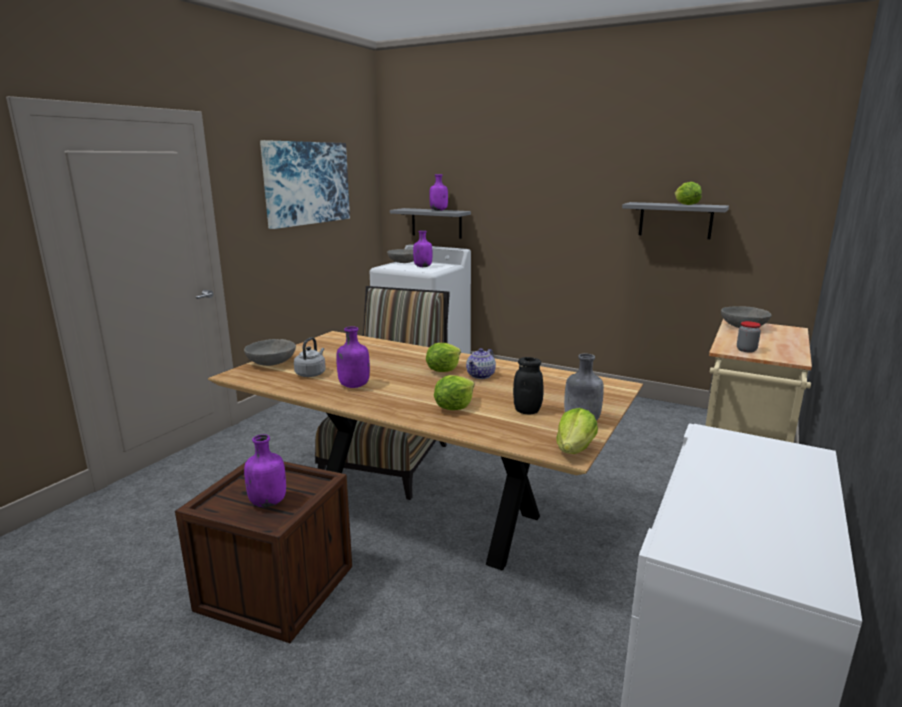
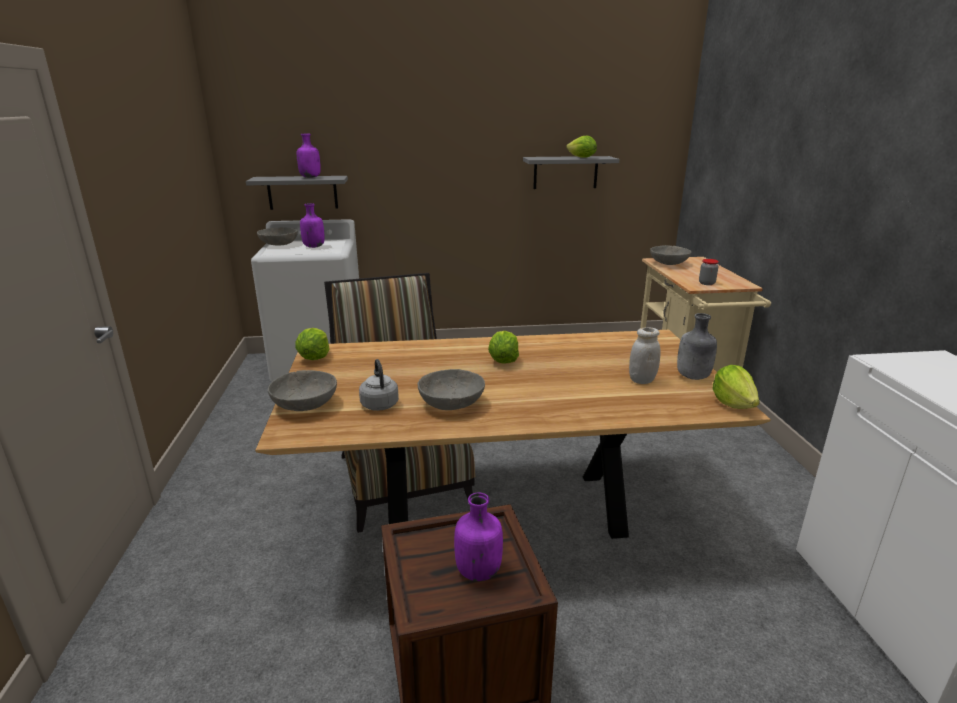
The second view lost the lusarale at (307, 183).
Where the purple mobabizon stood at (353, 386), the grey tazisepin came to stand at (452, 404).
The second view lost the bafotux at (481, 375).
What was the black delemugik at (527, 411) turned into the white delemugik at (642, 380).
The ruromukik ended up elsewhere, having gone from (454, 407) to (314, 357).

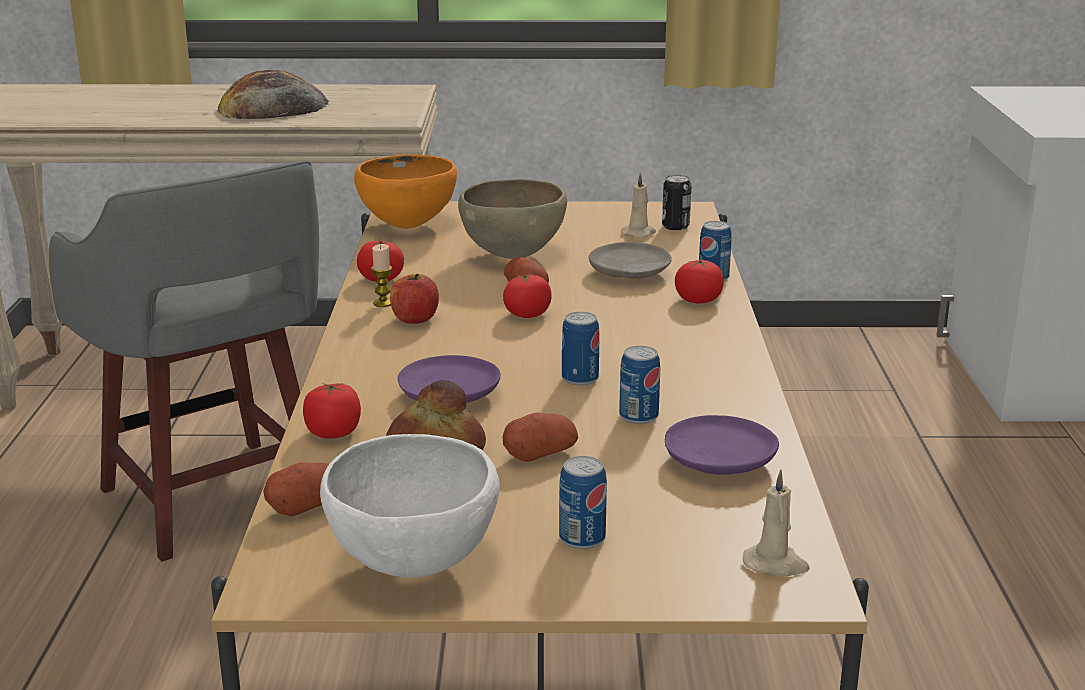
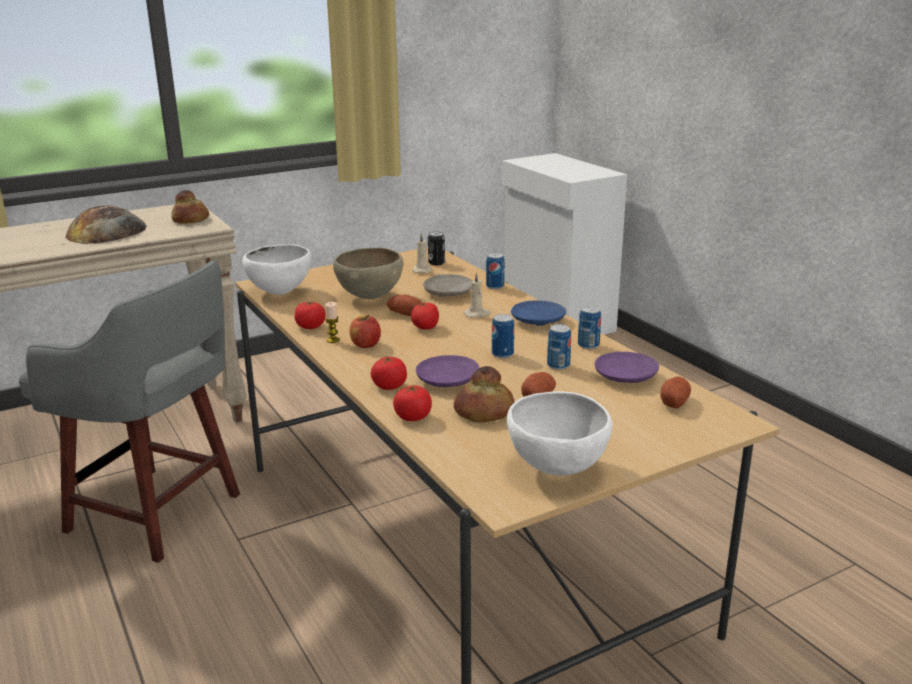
What was the orange tazisepin at (408, 226) turned into the white tazisepin at (280, 292).
The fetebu ended up elsewhere, having gone from (698, 300) to (389, 386).
The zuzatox ended up elsewhere, having gone from (582, 539) to (588, 345).
The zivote ended up elsewhere, having gone from (307, 506) to (674, 402).
The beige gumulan ended up elsewhere, having gone from (776, 564) to (477, 314).
The second view gained the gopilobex at (191, 219).
The second view gained the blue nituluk at (537, 321).

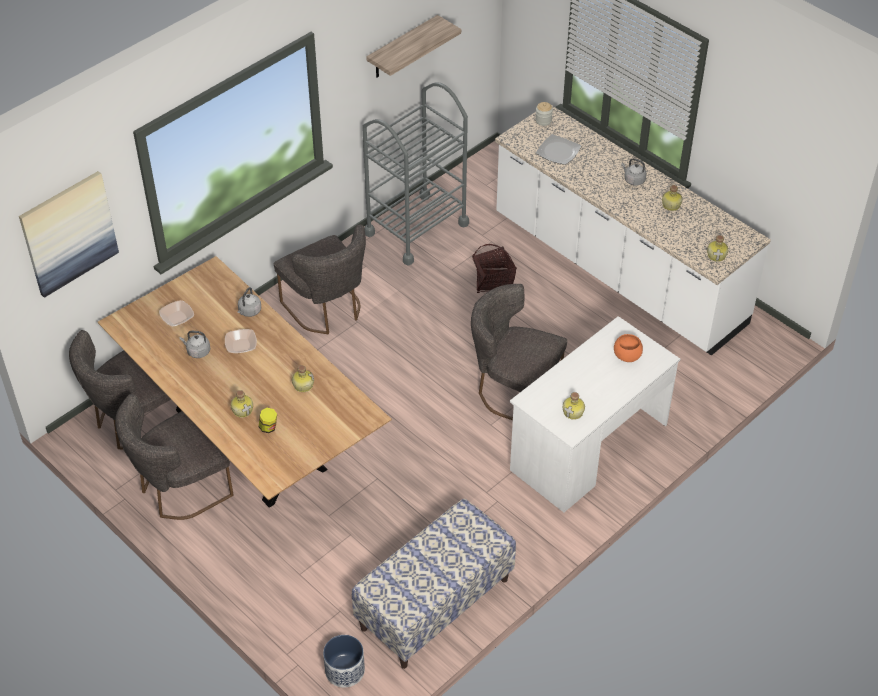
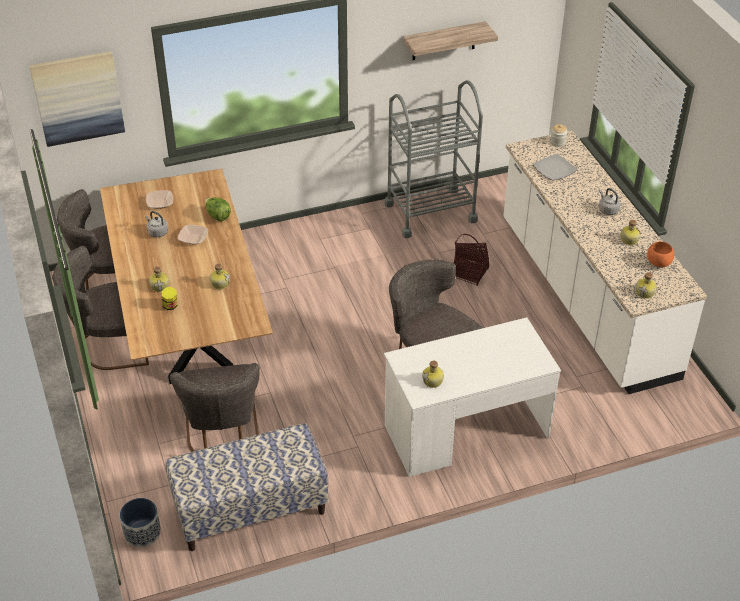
The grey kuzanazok ended up elsewhere, having gone from (327, 310) to (223, 437).
Where the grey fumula stood at (249, 311), the ruromukik came to stand at (218, 216).
The orange tazisepin ended up elsewhere, having gone from (627, 356) to (659, 263).

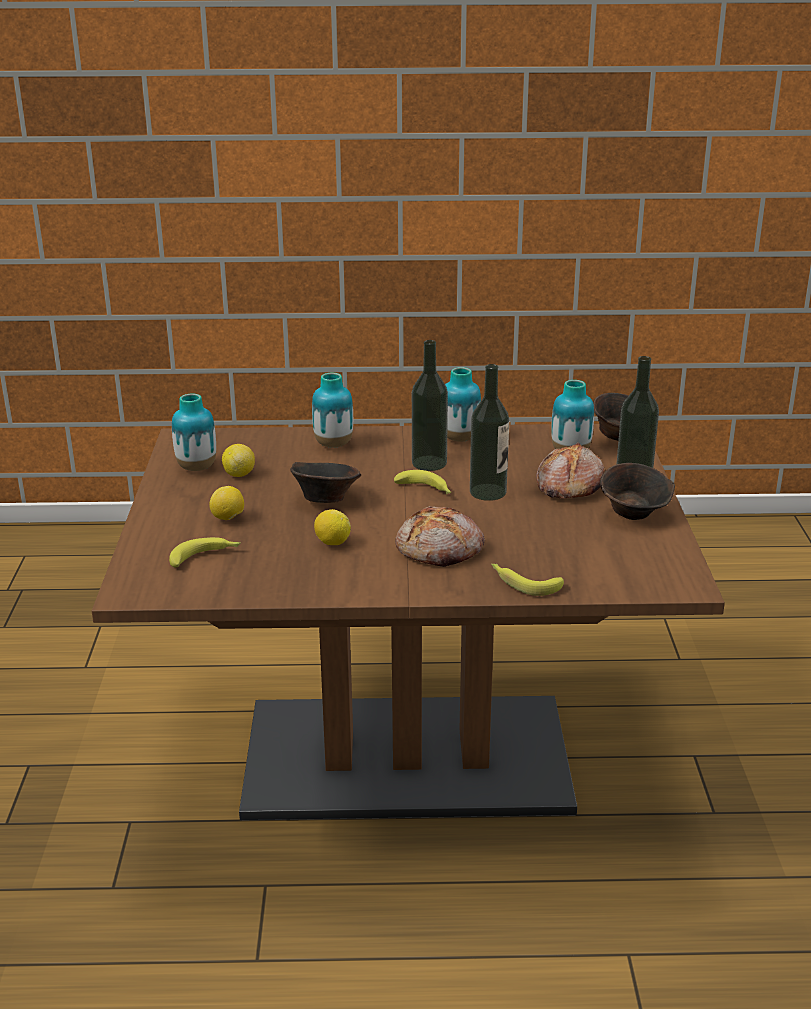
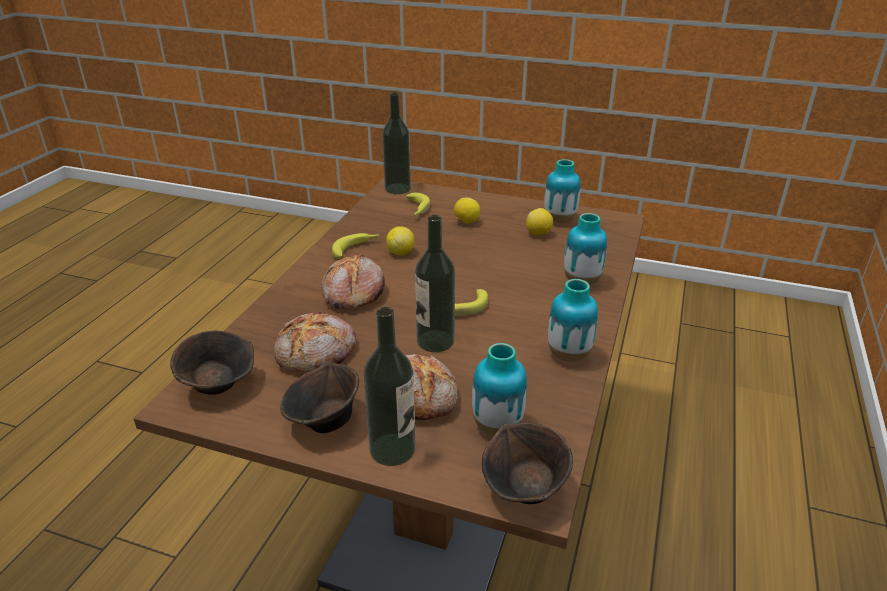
The mobabizon ended up elsewhere, having gone from (429, 463) to (397, 188).
The brown tazisepin ended up elsewhere, having gone from (325, 499) to (219, 385).
The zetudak ended up elsewhere, having gone from (524, 583) to (356, 249).
The second view gained the gopilobex at (317, 353).

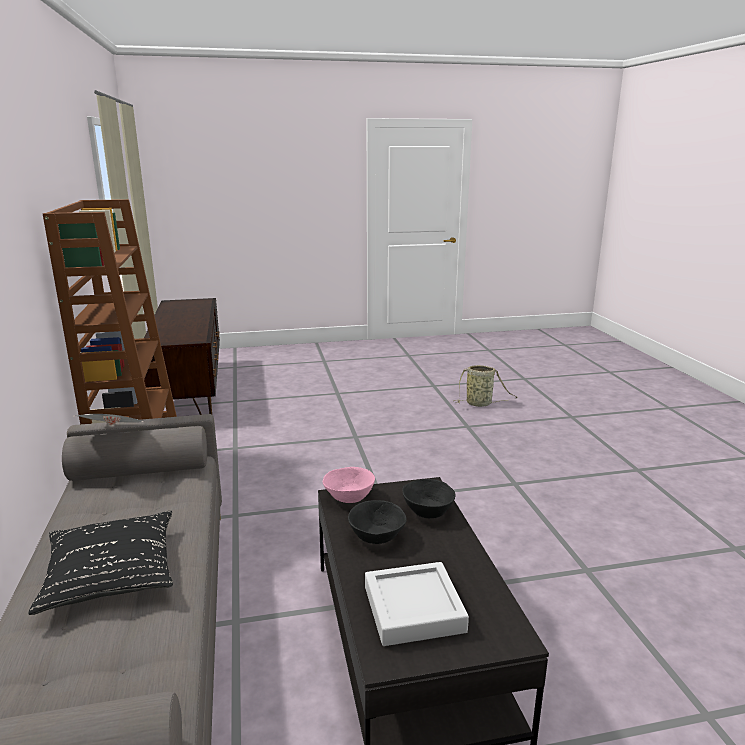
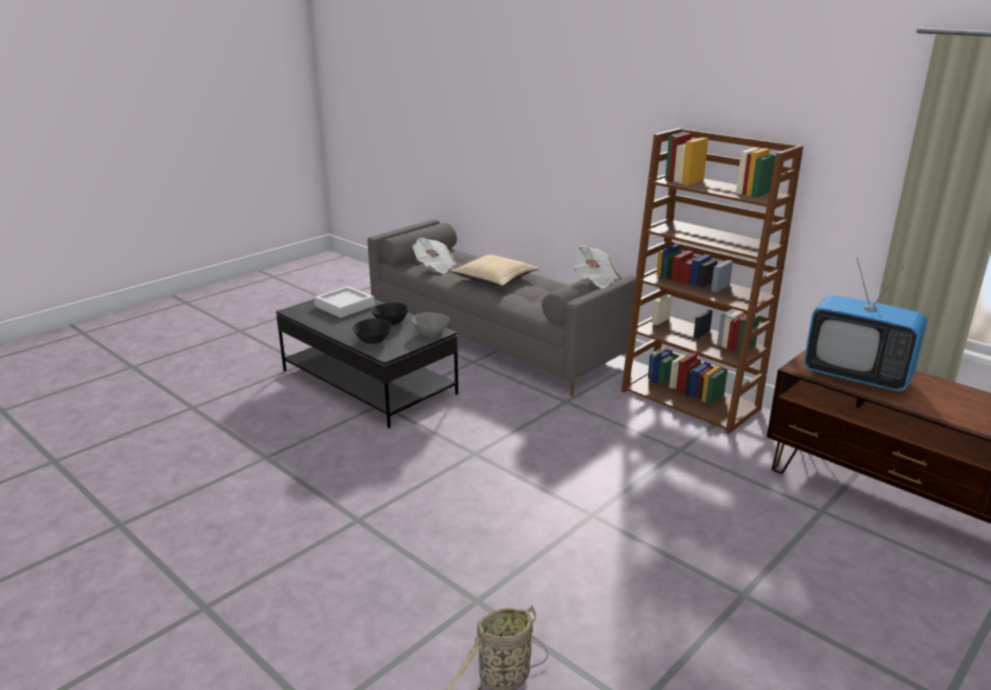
What was the pink tazisepin at (349, 497) turned into the grey tazisepin at (431, 334).
What was the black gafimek at (110, 573) turned into the beige gafimek at (494, 279).
The second view gained the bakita at (434, 266).
The second view gained the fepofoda at (856, 375).

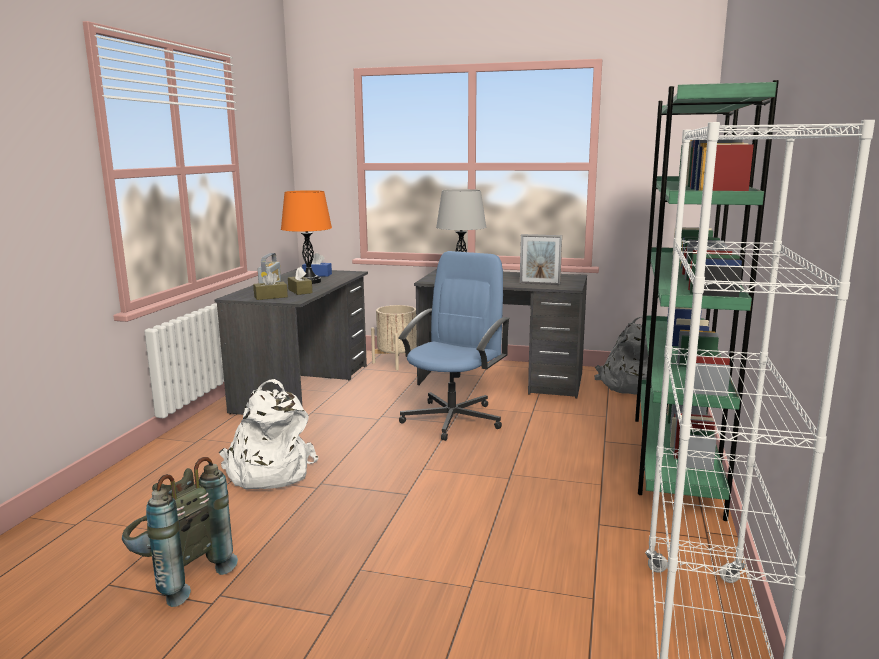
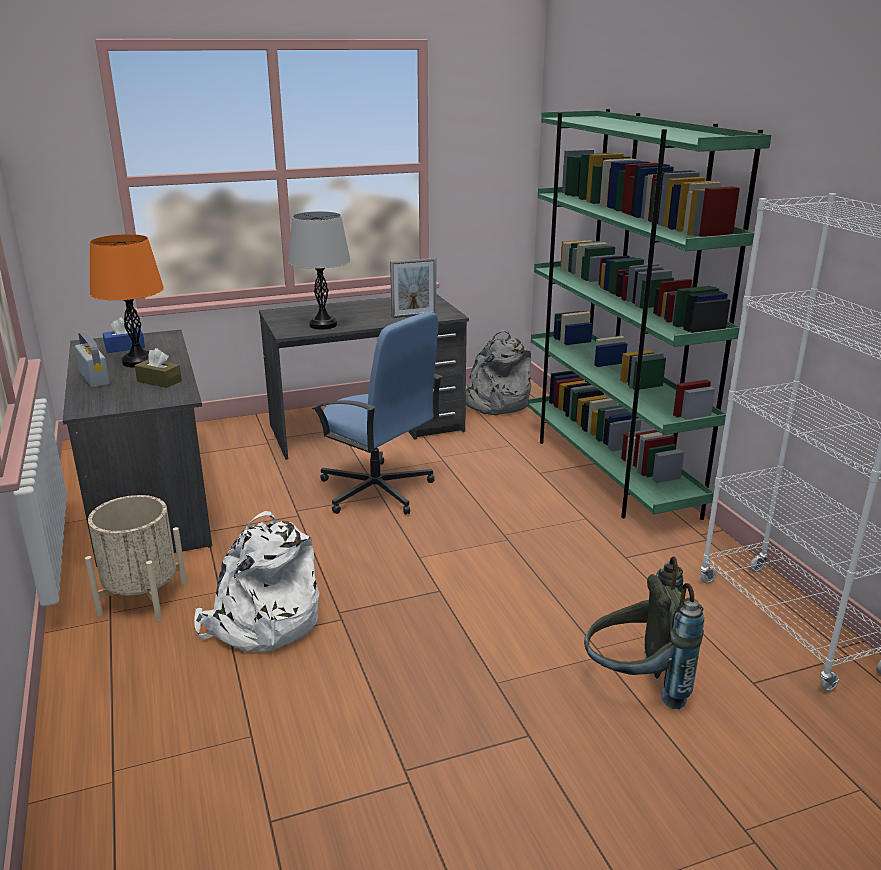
The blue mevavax at (453, 419) ended up facing another way, 135 degrees clockwise from before.
The second view lost the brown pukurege at (271, 297).
The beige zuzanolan ended up elsewhere, having gone from (397, 362) to (143, 598).
The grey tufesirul ended up elsewhere, having gone from (178, 577) to (635, 685).

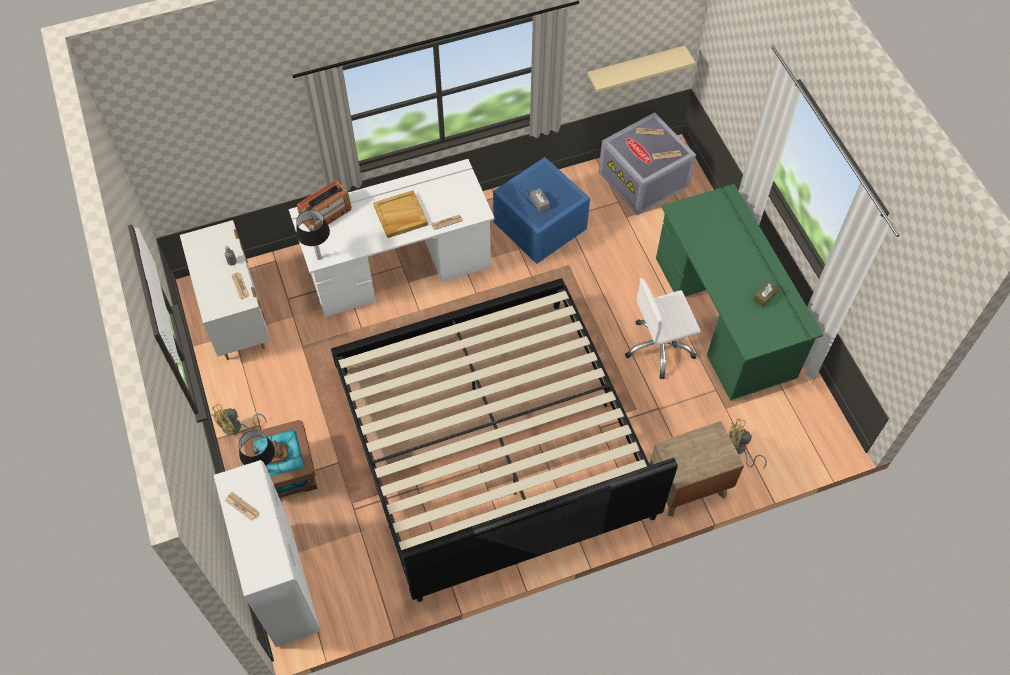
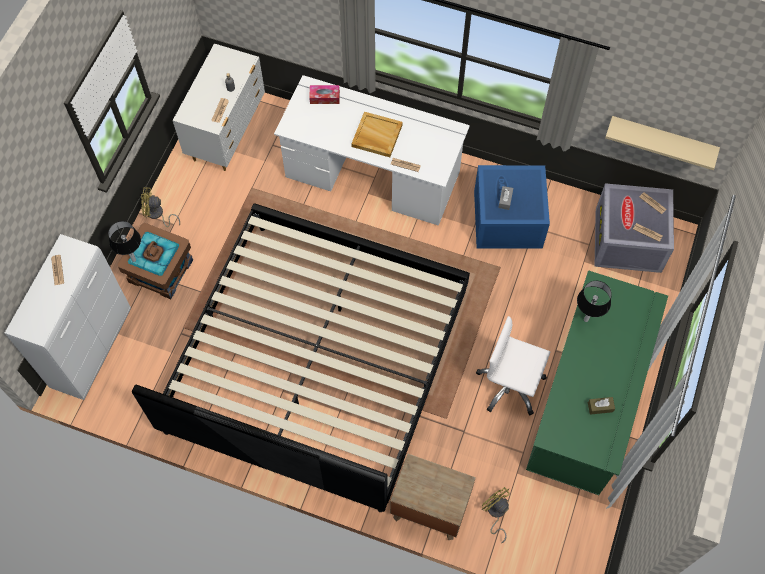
Where the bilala stood at (326, 214), the pukurege came to stand at (324, 97).
The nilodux ended up elsewhere, having gone from (319, 258) to (586, 320).

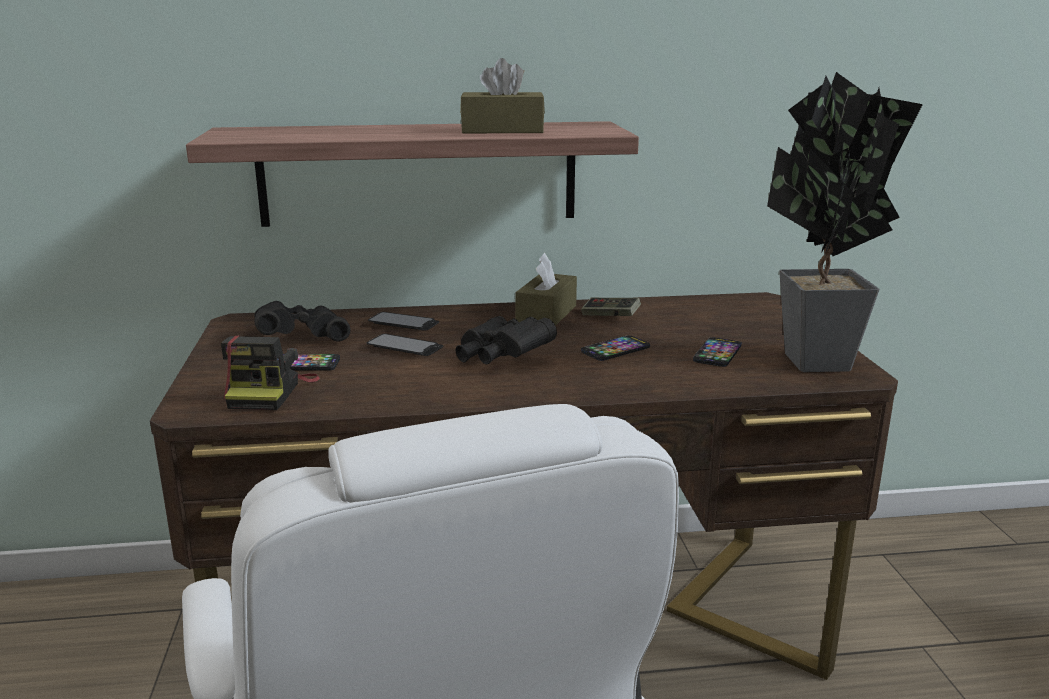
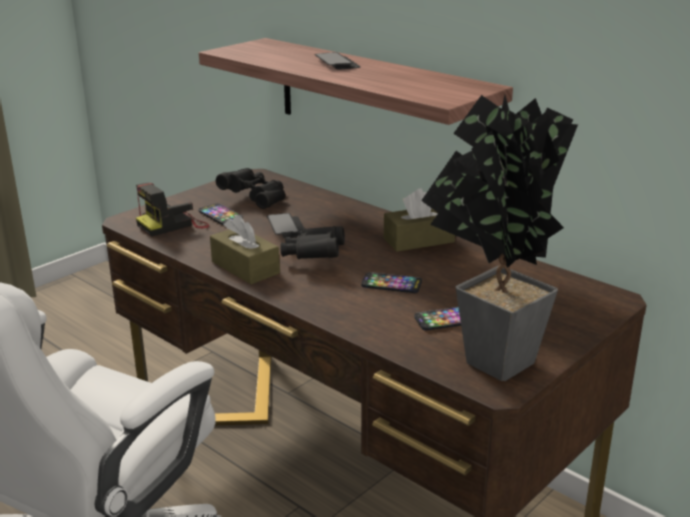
The brown pukurege ended up elsewhere, having gone from (502, 130) to (245, 267).
The second view lost the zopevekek at (610, 316).
The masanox ended up elsewhere, having gone from (403, 324) to (337, 63).

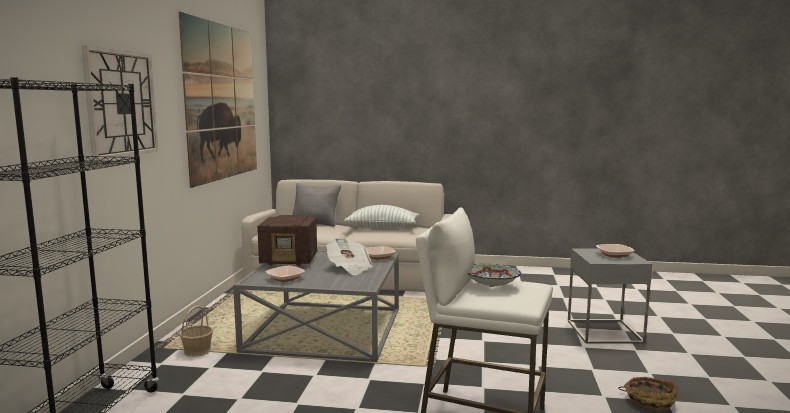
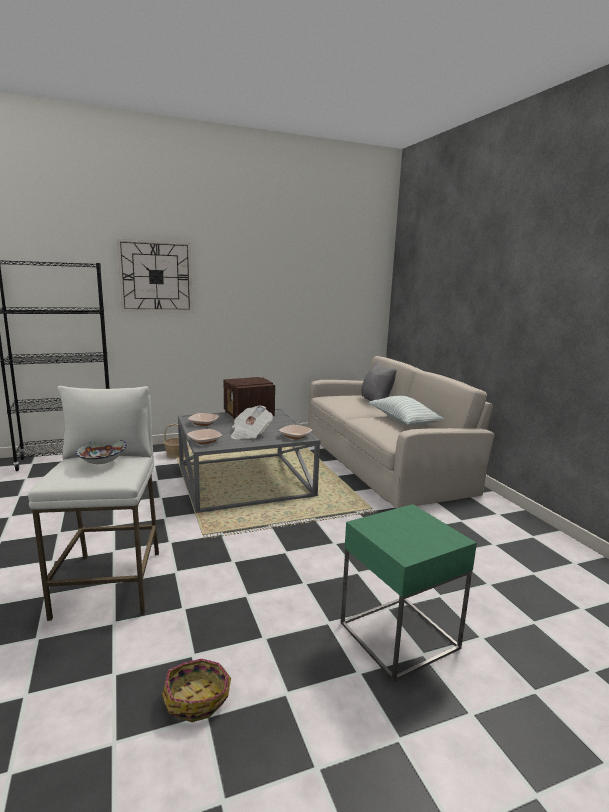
The second view lost the lusarale at (222, 102).
The tazisepin ended up elsewhere, having gone from (614, 255) to (204, 441).
What was the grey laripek at (604, 331) turned into the green laripek at (399, 635).

